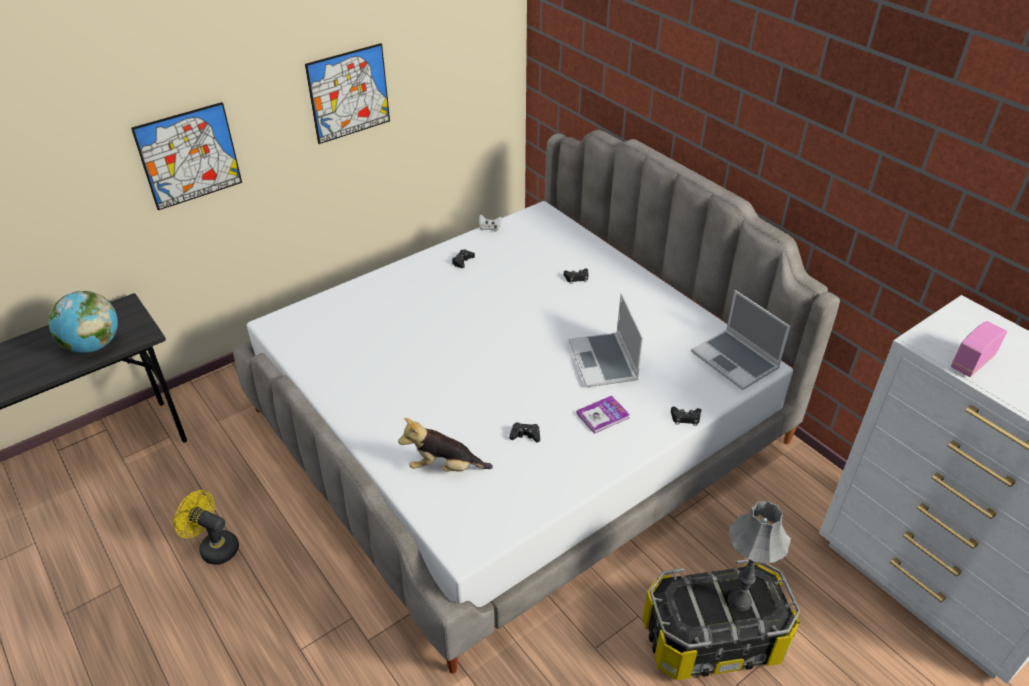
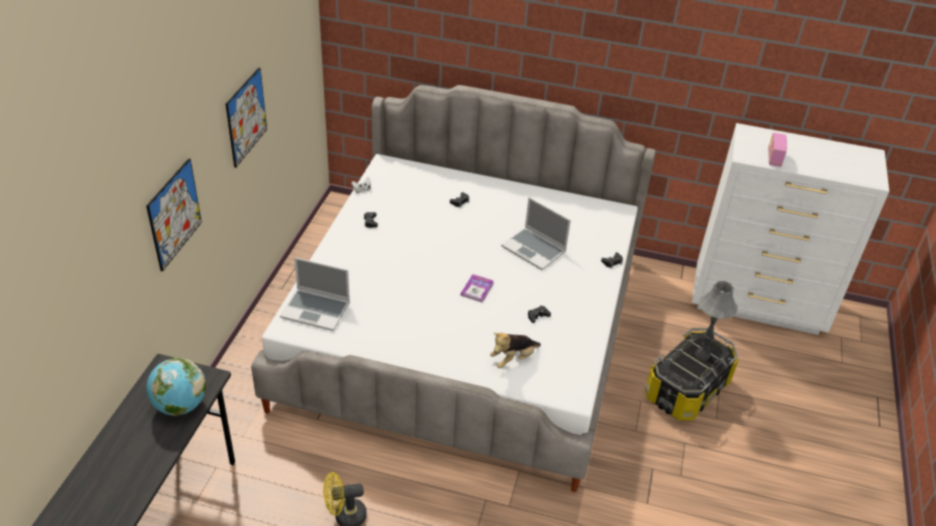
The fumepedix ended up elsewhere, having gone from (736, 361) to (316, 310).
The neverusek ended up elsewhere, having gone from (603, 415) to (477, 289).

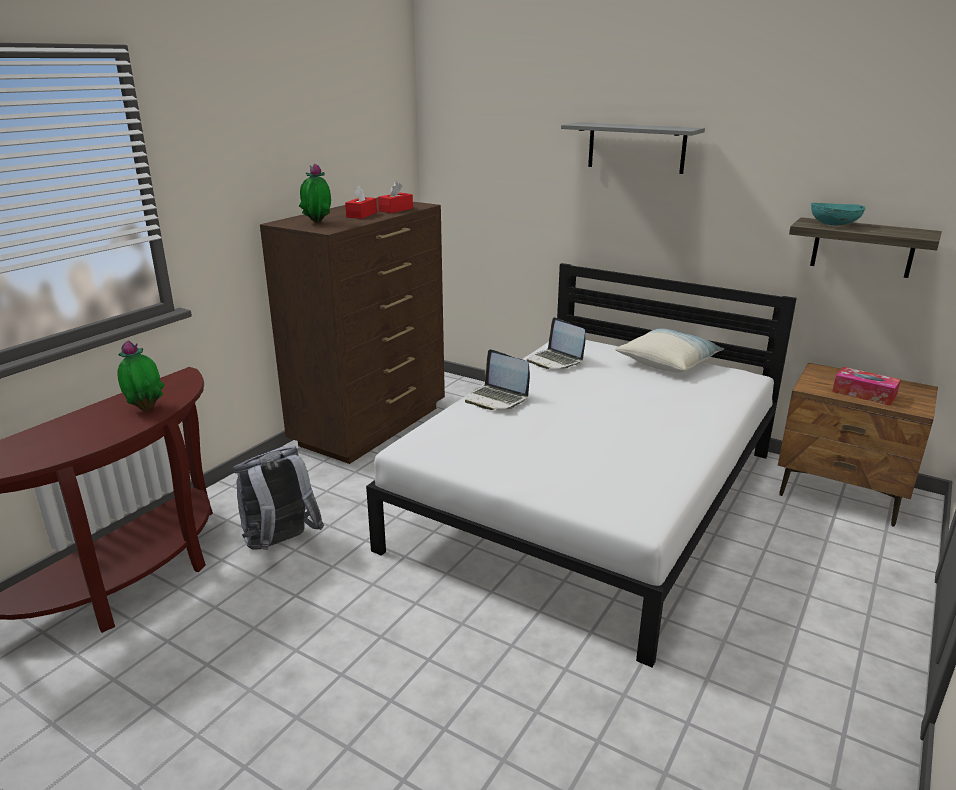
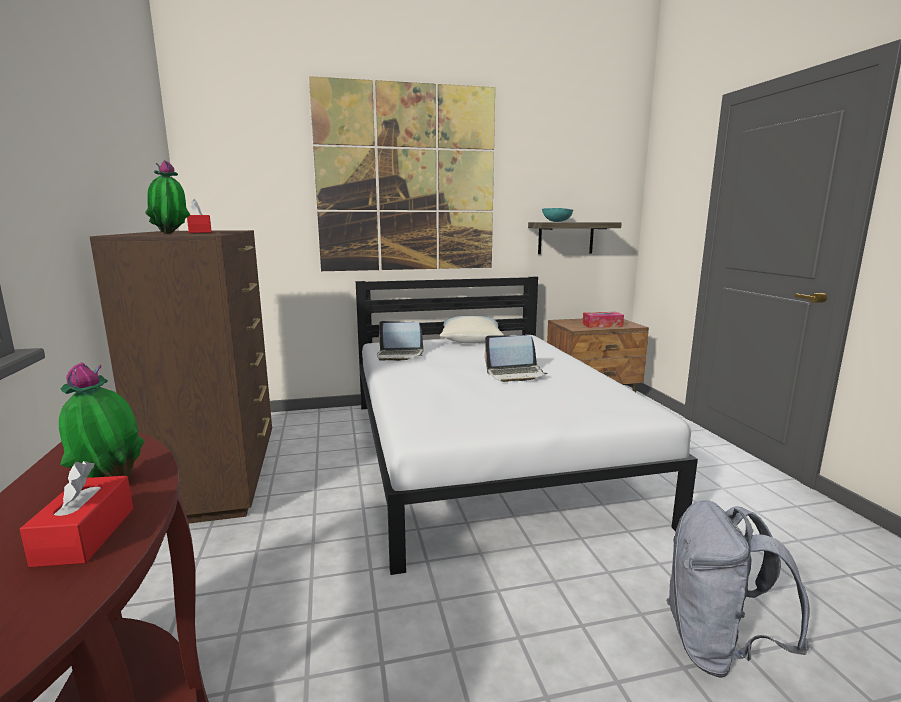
Where the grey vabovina hung at (636, 147), the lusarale came to hang at (407, 179).
The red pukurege ended up elsewhere, having gone from (396, 209) to (85, 535).
The fumepedix ended up elsewhere, having gone from (497, 399) to (515, 374).
The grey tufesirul ended up elsewhere, having gone from (280, 544) to (717, 648).

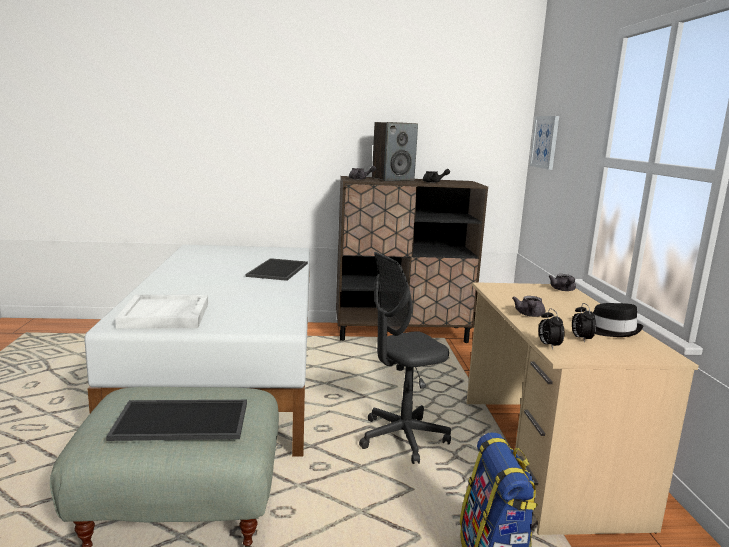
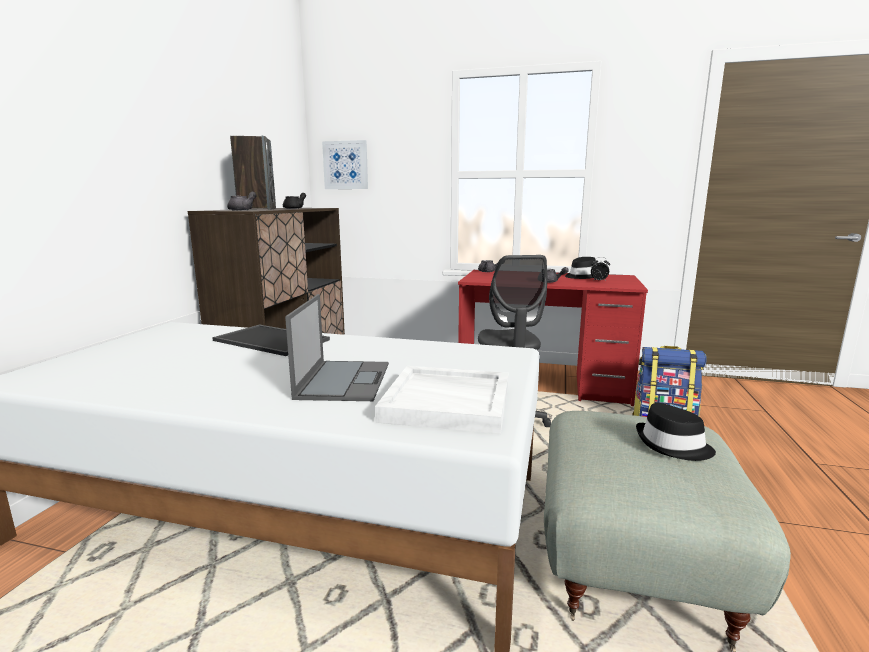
What was the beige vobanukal at (545, 457) turned into the red vobanukal at (543, 384).
The second view lost the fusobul at (548, 345).
Where the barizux stood at (180, 421), the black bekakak came to stand at (673, 445).
The second view gained the fumepedix at (344, 380).

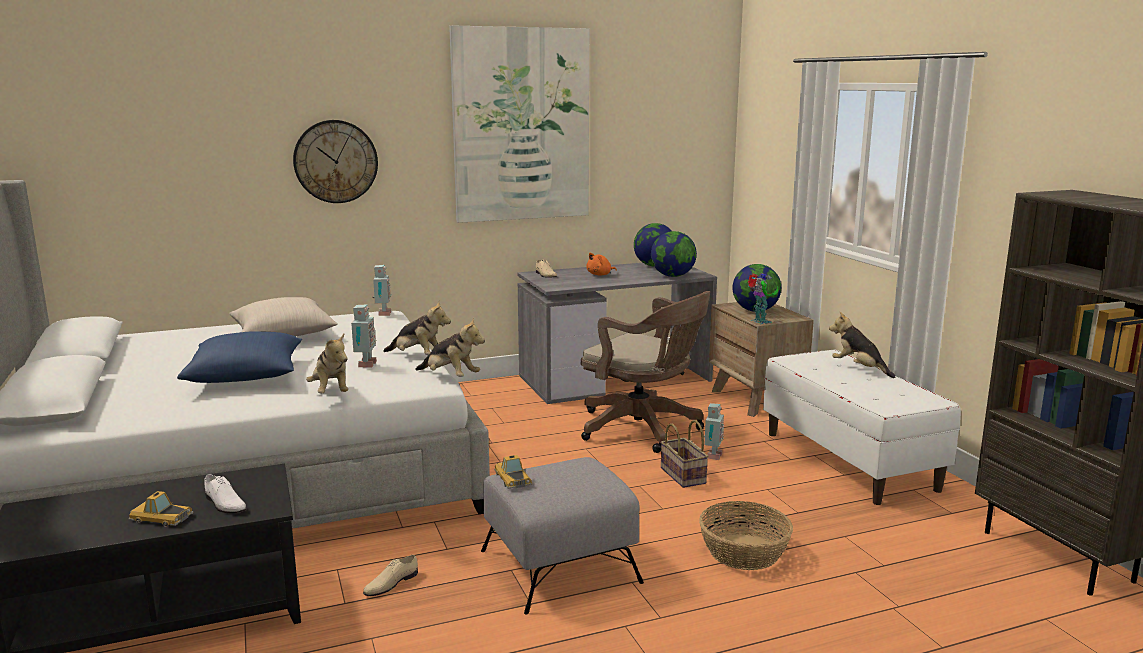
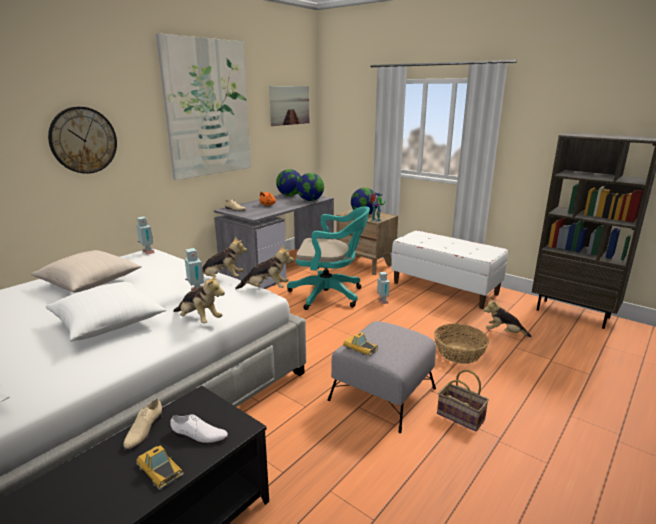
What was the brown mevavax at (644, 429) turned into the turquoise mevavax at (330, 295).
The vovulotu ended up elsewhere, having gone from (859, 369) to (504, 333).
What was the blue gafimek at (245, 376) turned into the white gafimek at (108, 323).
The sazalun ended up elsewhere, having gone from (684, 476) to (462, 417).
The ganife at (160, 517) ended up facing another way, 60 degrees clockwise from before.
The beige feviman ended up elsewhere, having gone from (390, 583) to (143, 430).
The second view gained the lusarale at (289, 105).

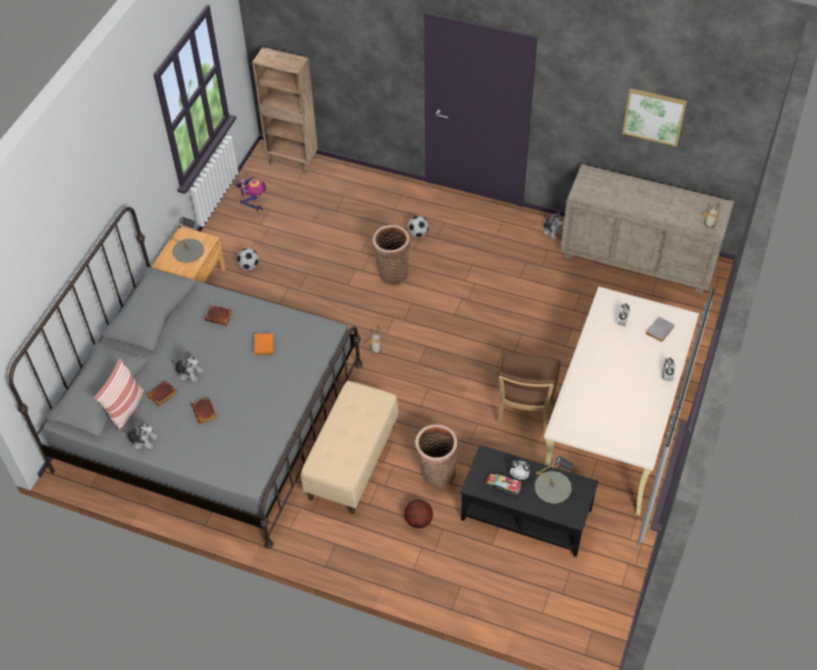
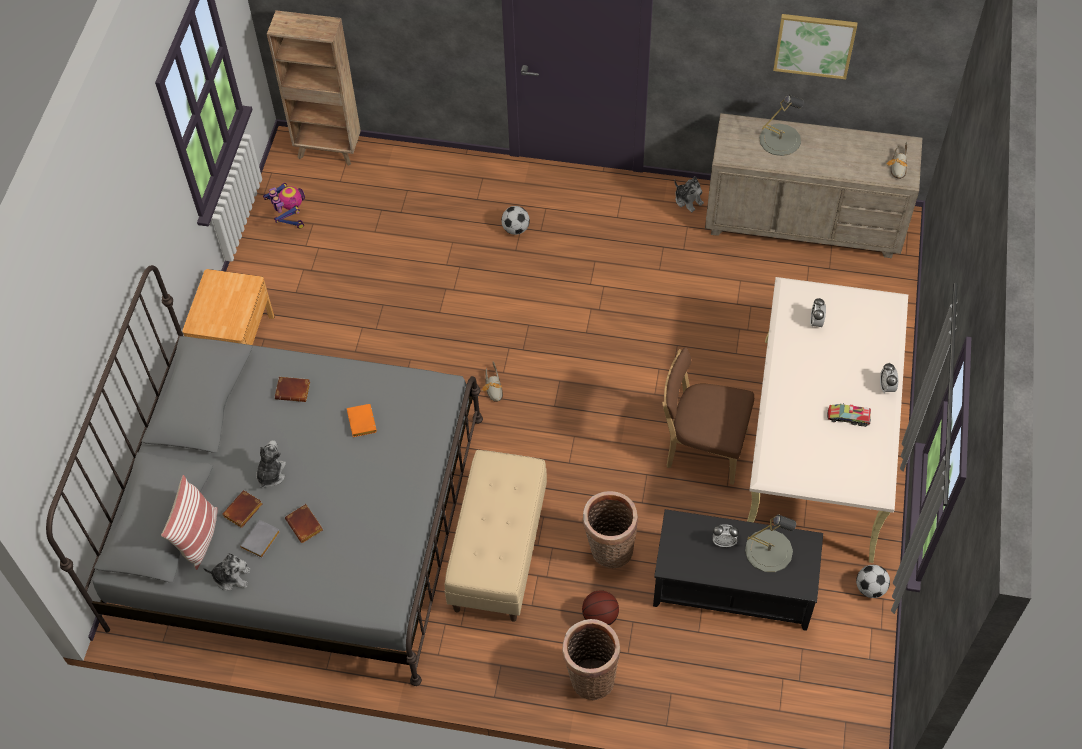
The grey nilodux ended up elsewhere, having gone from (188, 250) to (780, 139).
The sazalun ended up elsewhere, having gone from (392, 273) to (590, 677).
The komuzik ended up elsewhere, having gone from (249, 266) to (870, 588).
The grey neverusek ended up elsewhere, having gone from (660, 332) to (261, 542).
The vovulotu at (189, 372) ended up facing another way, 90 degrees counterclockwise from before.
The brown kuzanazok at (524, 410) ended up facing another way, 105 degrees clockwise from before.
The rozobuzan ended up elsewhere, having gone from (503, 486) to (848, 417).

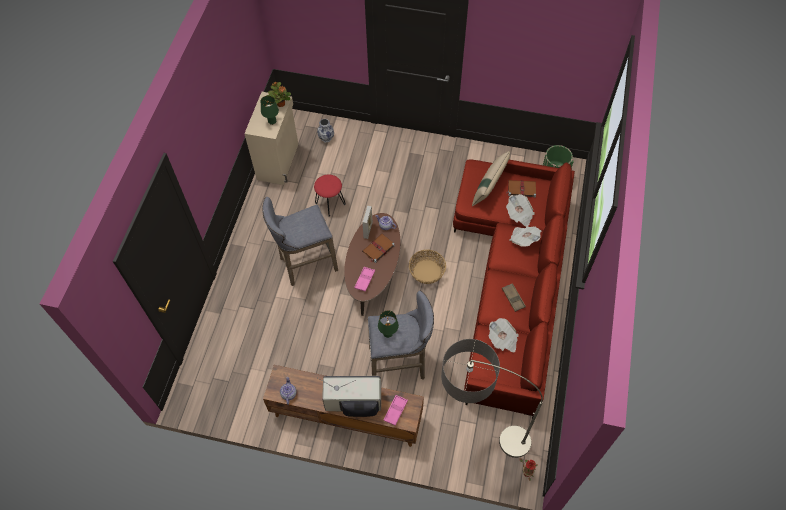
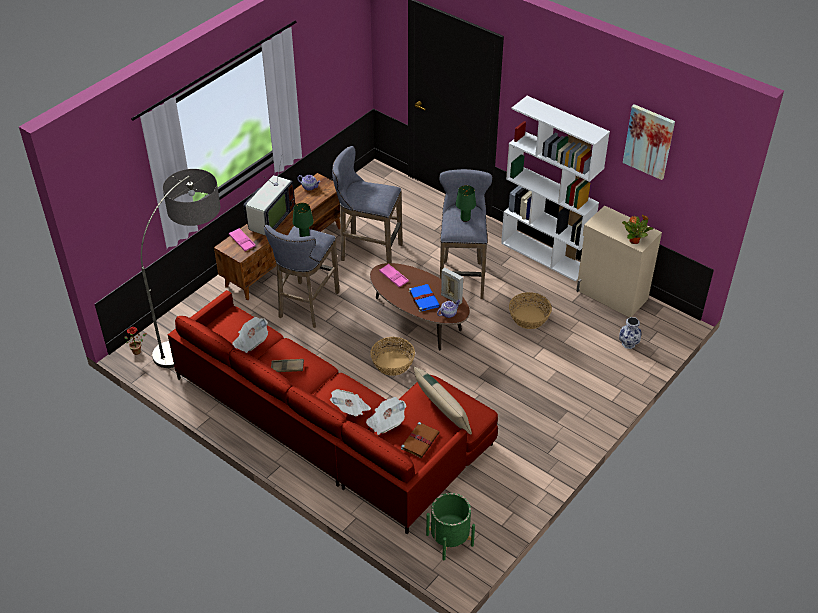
The green nilodux ended up elsewhere, having gone from (272, 122) to (465, 219).
Where the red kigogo stood at (330, 204), the sazalun came to stand at (528, 317).
What was the brown neverusek at (378, 249) turned into the blue neverusek at (423, 298).
The second view gained the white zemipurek at (545, 255).
The second view gained the lusarale at (649, 141).
The second view gained the grey kigogo at (368, 252).

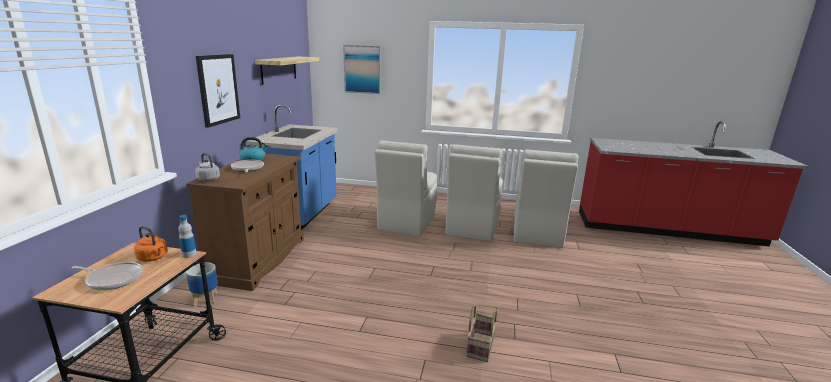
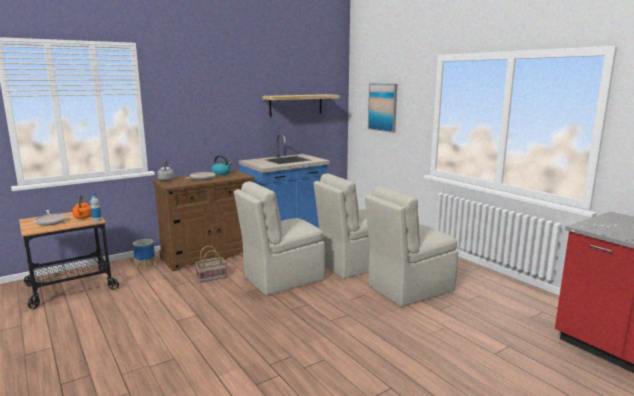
The second view lost the lusarale at (218, 89).
The beige kuzanazok ended up elsewhere, having gone from (537, 233) to (281, 279).
The sazalun ended up elsewhere, having gone from (480, 346) to (212, 277).

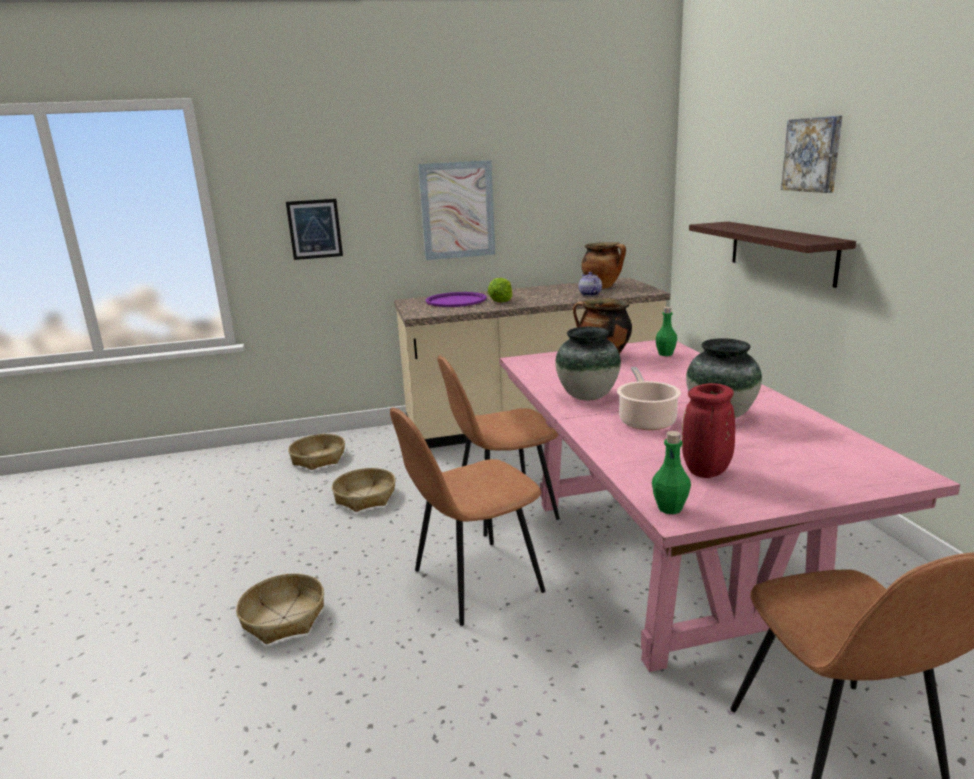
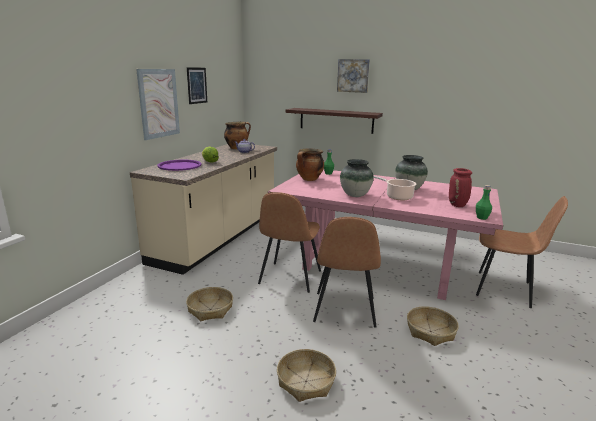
The lusarale ended up elsewhere, having gone from (314, 229) to (197, 85).
The sazalun ended up elsewhere, having gone from (318, 458) to (430, 331).

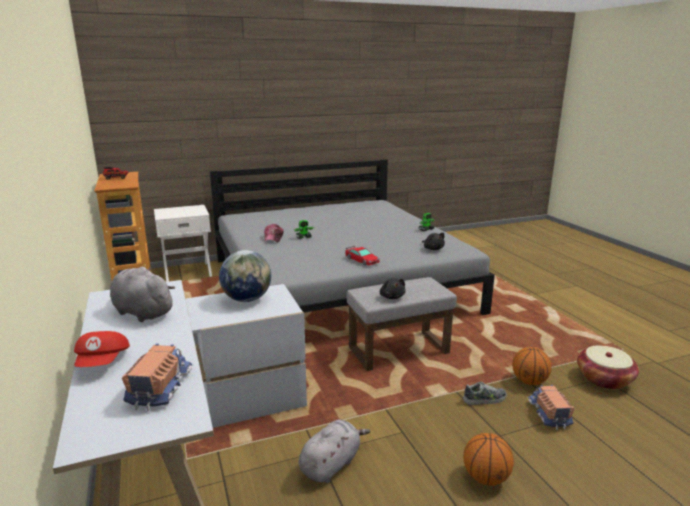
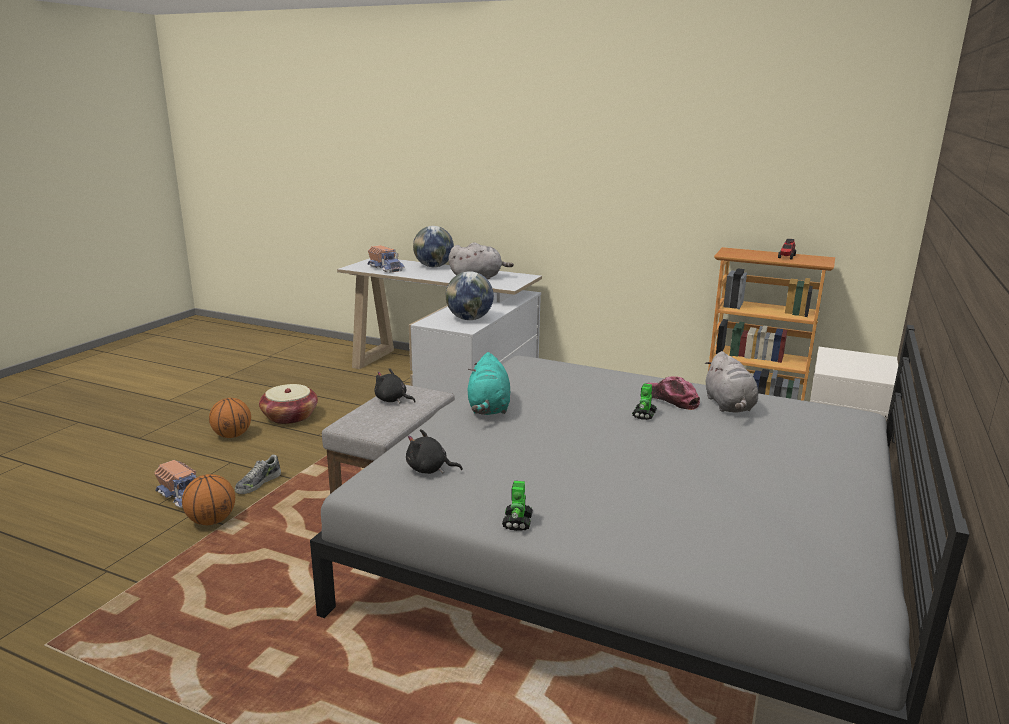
Where the ganife stood at (361, 260), the turquoise vovulotu came to stand at (488, 408).
Where the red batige stood at (104, 362), the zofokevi came to stand at (433, 266).
The sazalun ended up elsewhere, having gone from (604, 379) to (290, 417).
The grey vovulotu ended up elsewhere, having gone from (331, 464) to (729, 406).

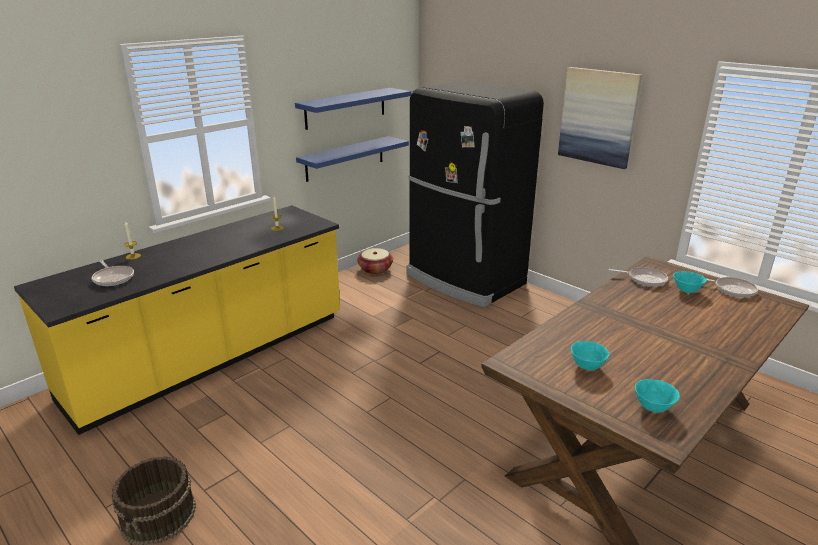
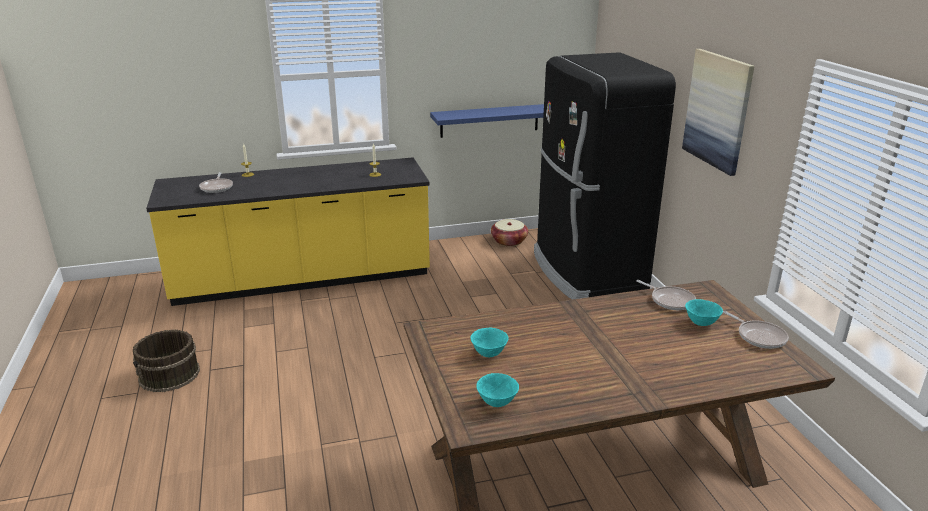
The second view lost the blue vabovina at (345, 108).

